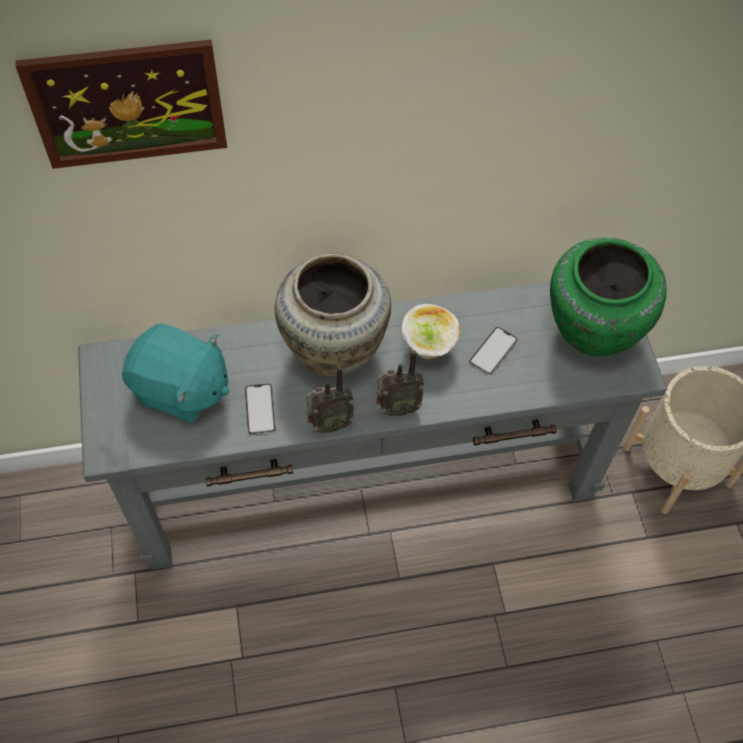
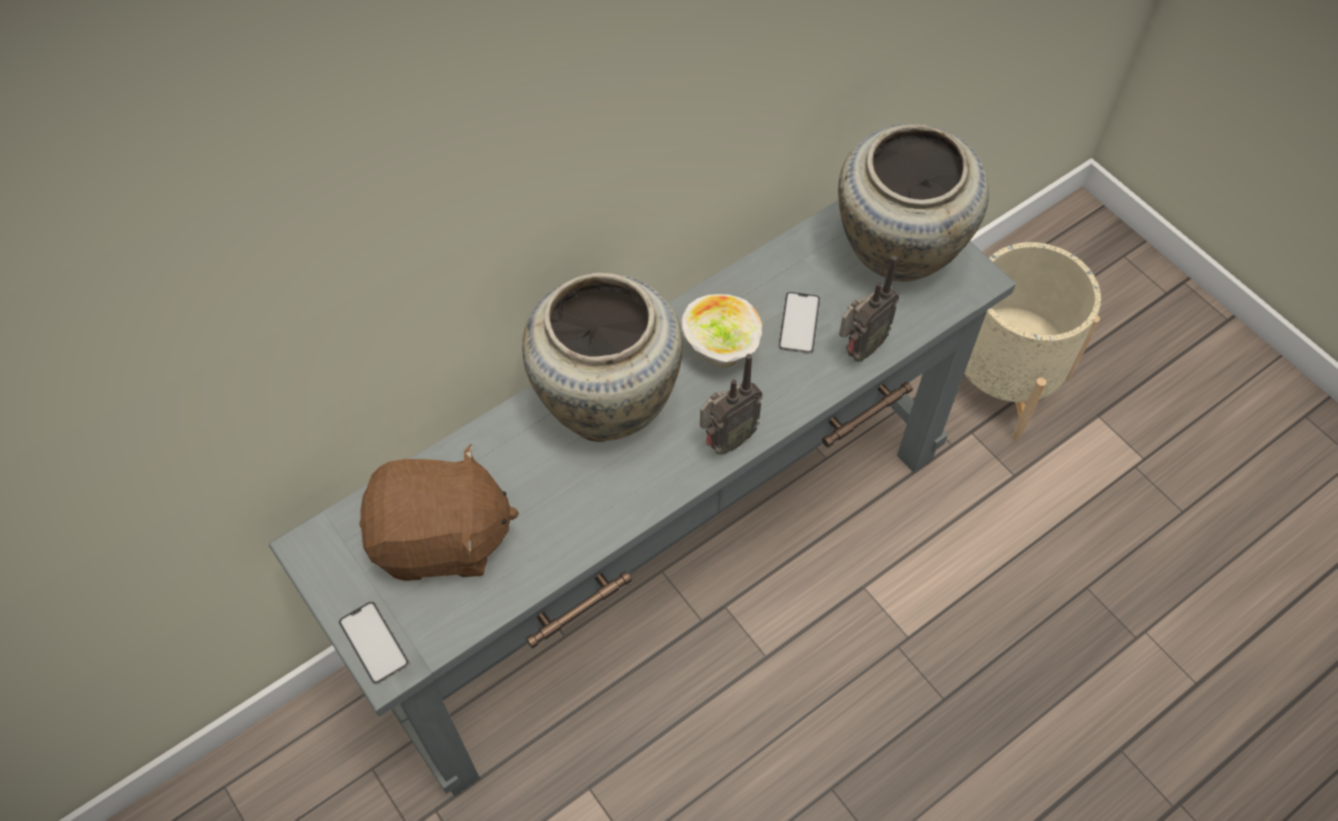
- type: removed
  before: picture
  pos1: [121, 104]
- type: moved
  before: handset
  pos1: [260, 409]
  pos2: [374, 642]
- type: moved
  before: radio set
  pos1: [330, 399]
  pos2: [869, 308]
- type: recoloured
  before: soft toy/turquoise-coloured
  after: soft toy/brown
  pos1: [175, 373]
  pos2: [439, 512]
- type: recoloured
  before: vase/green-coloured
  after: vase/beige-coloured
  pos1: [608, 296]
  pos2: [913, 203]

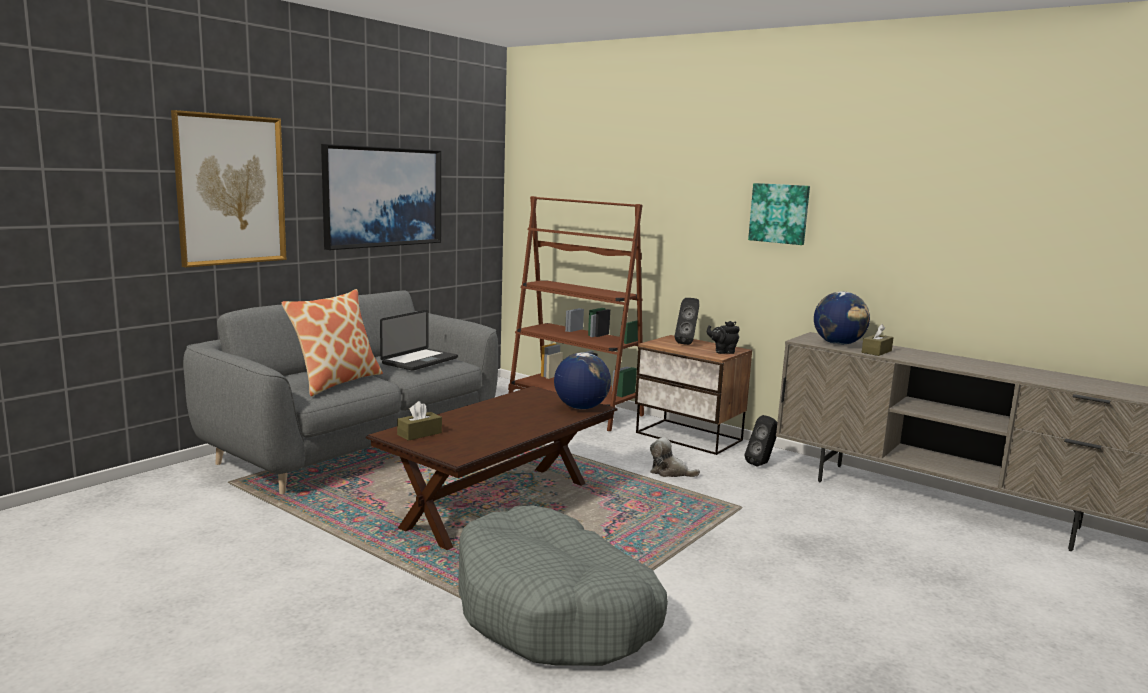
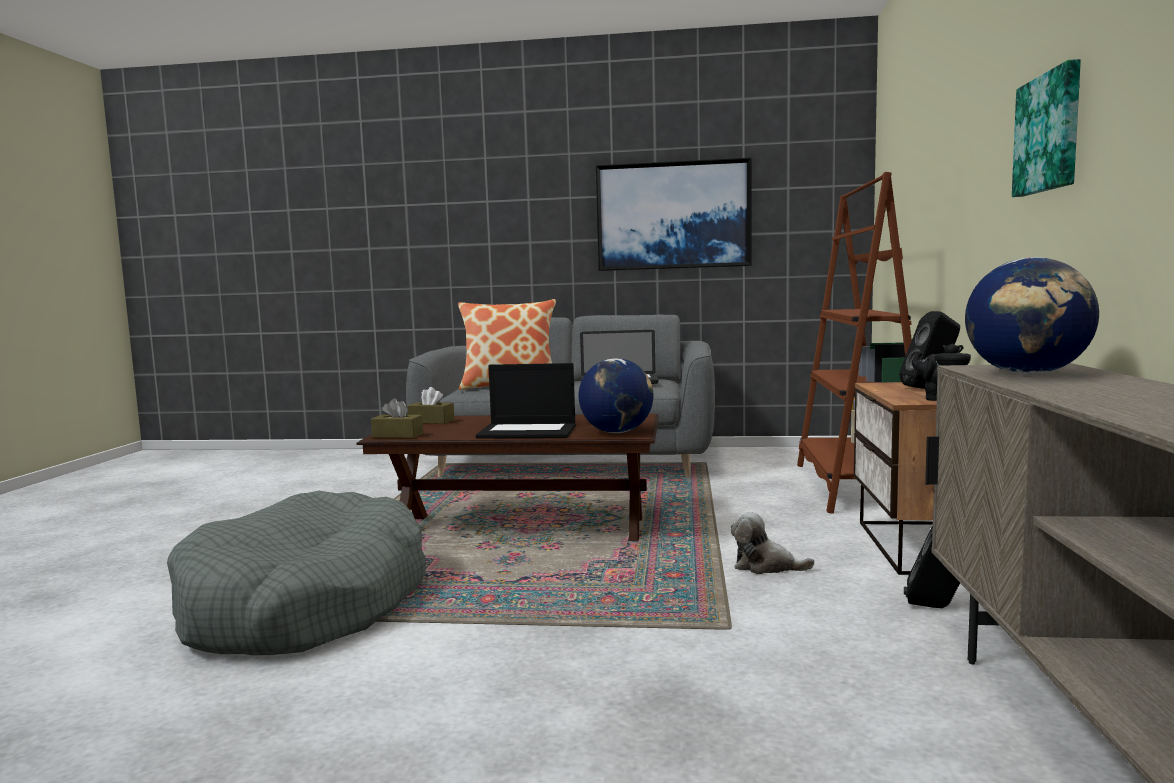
- type: removed
  before: picture
  pos1: [228, 189]
- type: added
  after: portable computer
  pos2: [525, 401]
- type: moved
  before: tissue holder/brown
  pos1: [878, 340]
  pos2: [397, 418]
- type: turned
  before: soft toy
  pos1: [675, 457]
  pos2: [773, 543]
  turn: -60

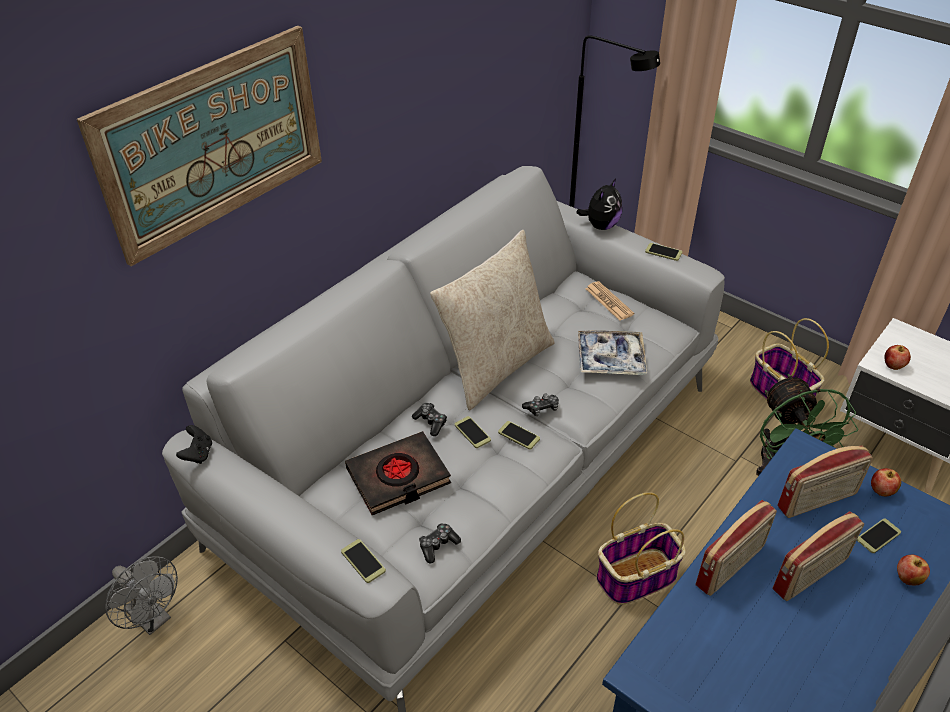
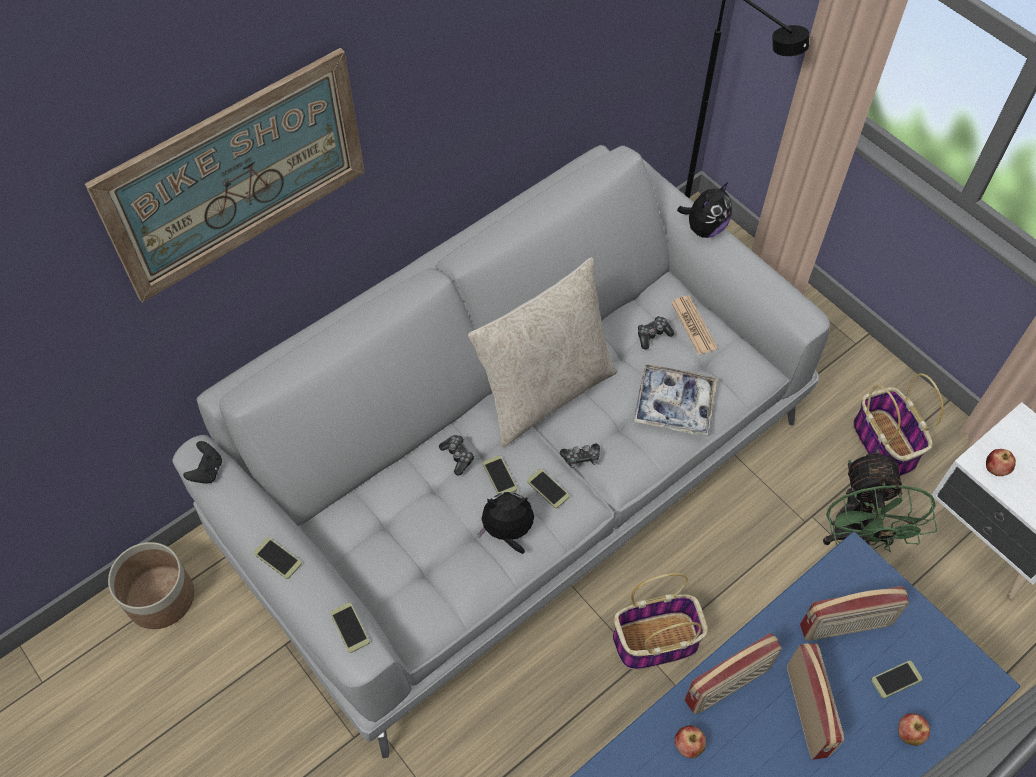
- type: removed
  before: bound book/black
  pos1: [398, 473]
- type: added
  after: soft toy
  pos2: [506, 523]
- type: moved
  before: joypad
  pos1: [440, 543]
  pos2: [656, 332]
- type: moved
  before: handset
  pos1: [663, 252]
  pos2: [278, 558]
- type: moved
  before: apple fruit
  pos1: [886, 482]
  pos2: [690, 741]
- type: replaced
  before: electric fan/greyish
  after: flower pot
  pos1: [141, 595]
  pos2: [151, 585]
- type: turned
  before: radio set
  pos1: [818, 556]
  pos2: [815, 701]
  turn: -75

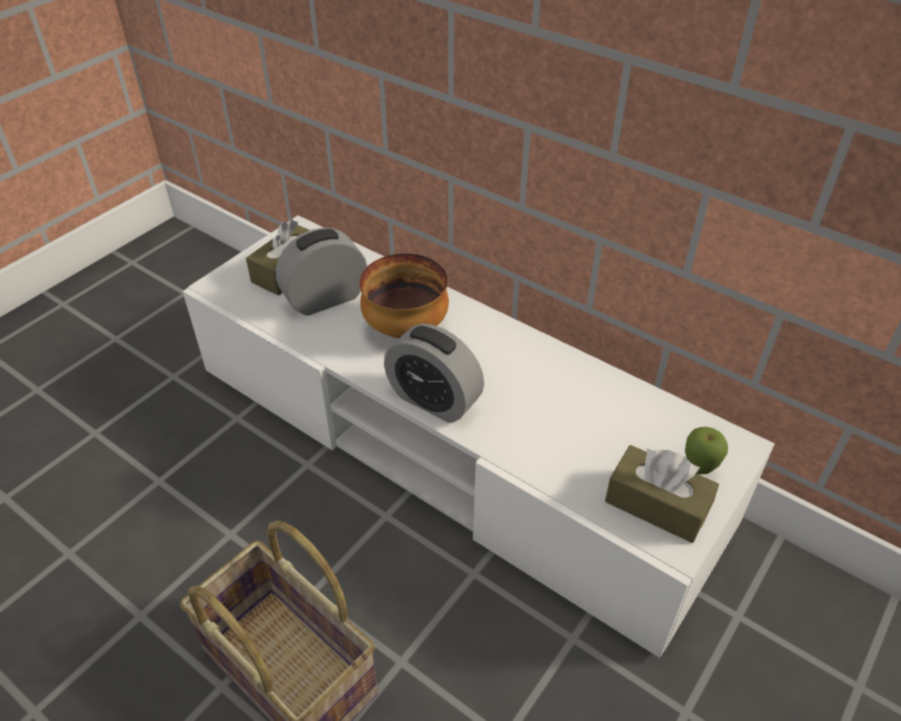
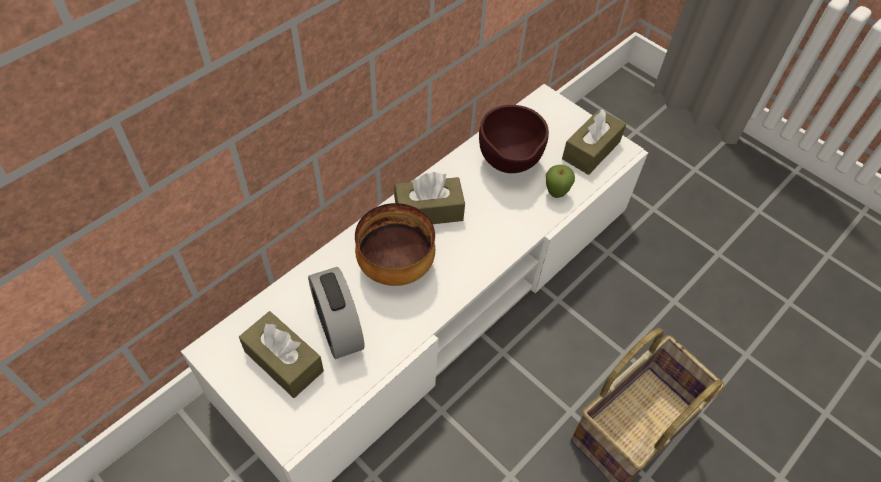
- type: removed
  before: table clock
  pos1: [434, 373]
- type: added
  after: tissue holder/brown
  pos2: [429, 198]
- type: added
  after: bowl/brown
  pos2: [514, 139]
- type: moved
  before: apple fruit
  pos1: [706, 450]
  pos2: [560, 181]

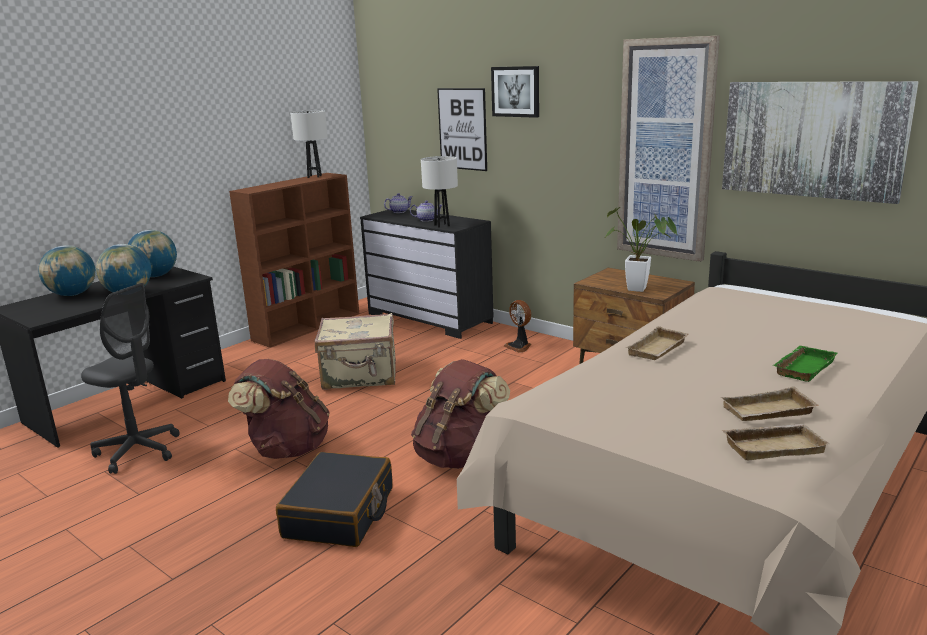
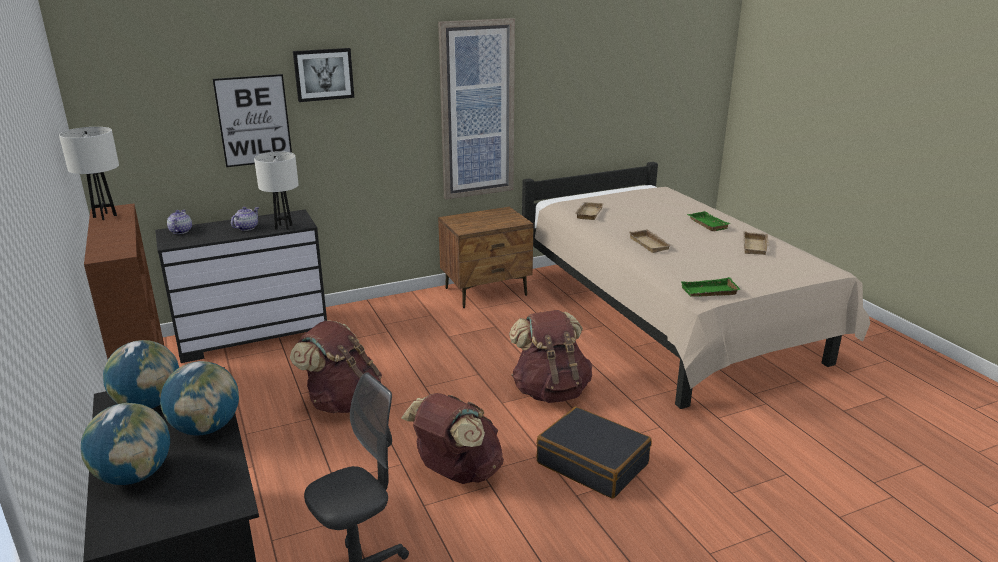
- type: removed
  before: electric fan
  pos1: [518, 326]
- type: removed
  before: houseplant
  pos1: [641, 249]
- type: removed
  before: picture
  pos1: [820, 142]
- type: added
  after: tray/green-coloured
  pos2: [710, 287]
- type: moved
  before: tray/beige-coloured
  pos1: [775, 442]
  pos2: [589, 211]
- type: replaced
  before: travel case/beige-coloured
  after: rucksack/brown
  pos1: [355, 351]
  pos2: [336, 366]

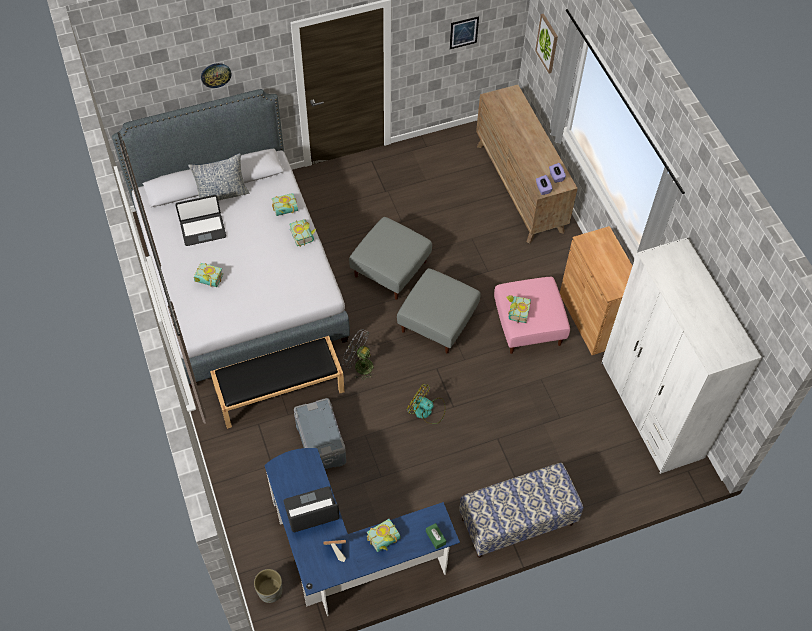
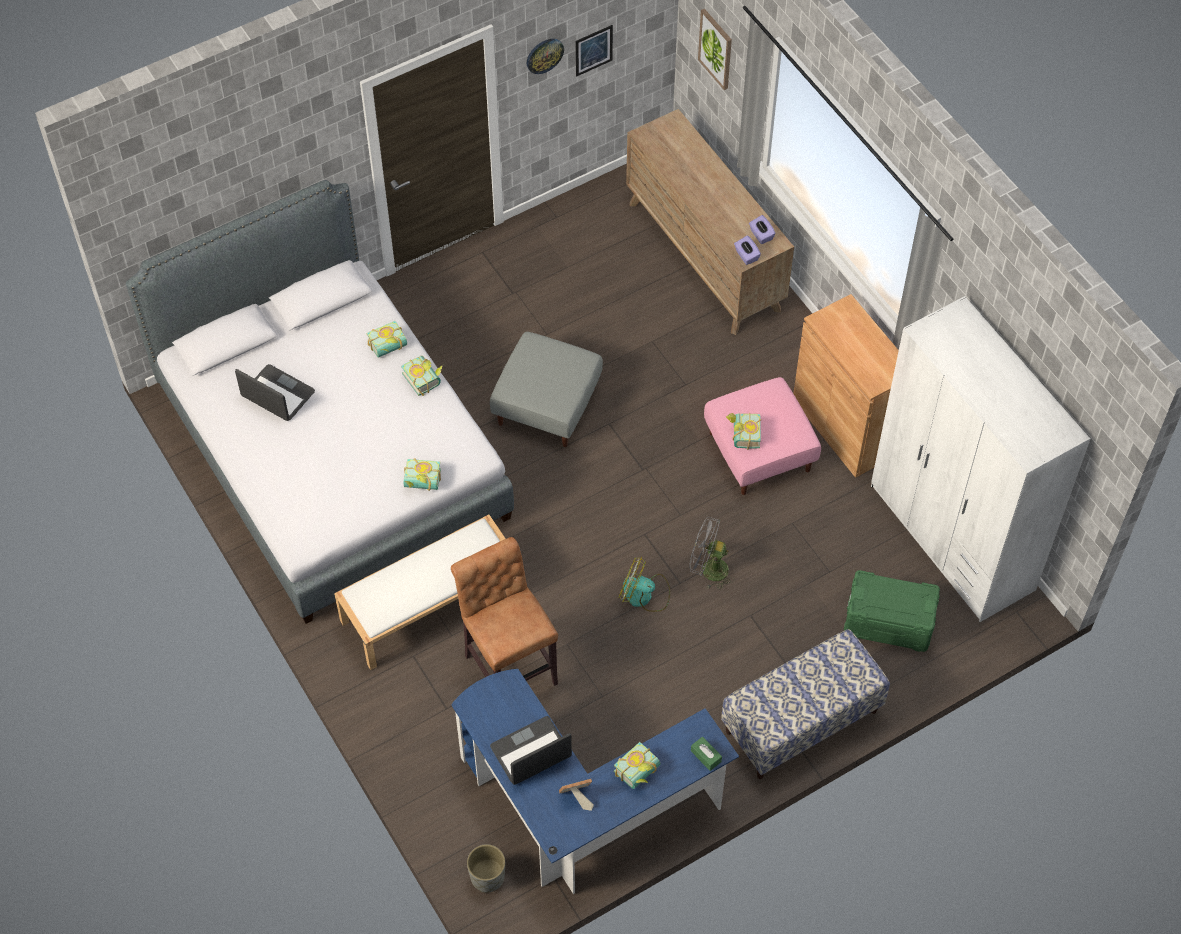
- type: removed
  before: throw pillow
  pos1: [218, 177]
- type: removed
  before: footrest/greyish
  pos1: [439, 310]
- type: added
  after: storage container/green-coloured
  pos2: [892, 611]
- type: moved
  before: bound book
  pos1: [208, 275]
  pos2: [422, 474]
- type: moved
  before: wall clock
  pos1: [216, 75]
  pos2: [545, 56]
- type: moved
  before: electric fan/greyish
  pos1: [358, 354]
  pos2: [712, 553]
- type: replaced
  before: storage container/greyish
  after: sitting stool/brown
  pos1: [320, 433]
  pos2: [504, 611]
- type: recoloured
  before: bench/black
  after: bench/white
  pos1: [277, 382]
  pos2: [420, 592]
- type: turned
  before: portable computer
  pos1: [200, 220]
  pos2: [275, 392]
  turn: -120

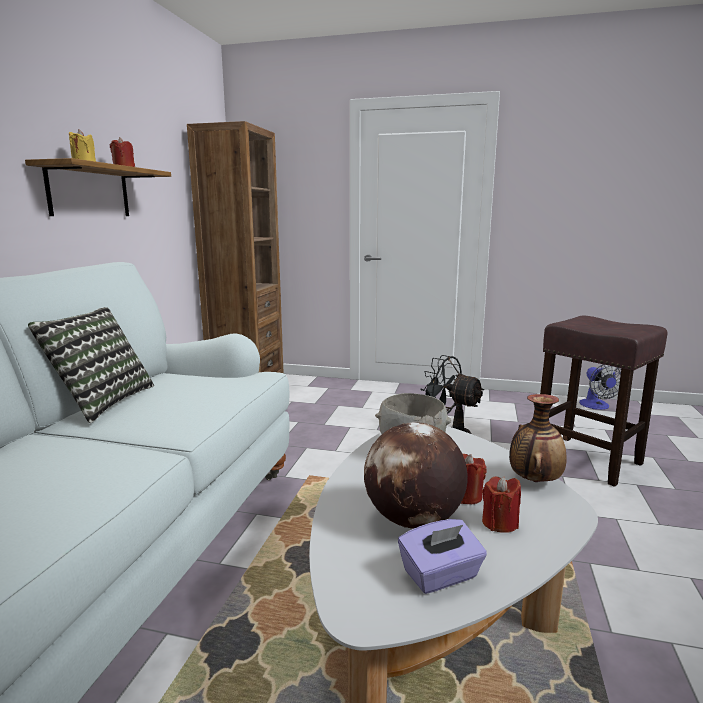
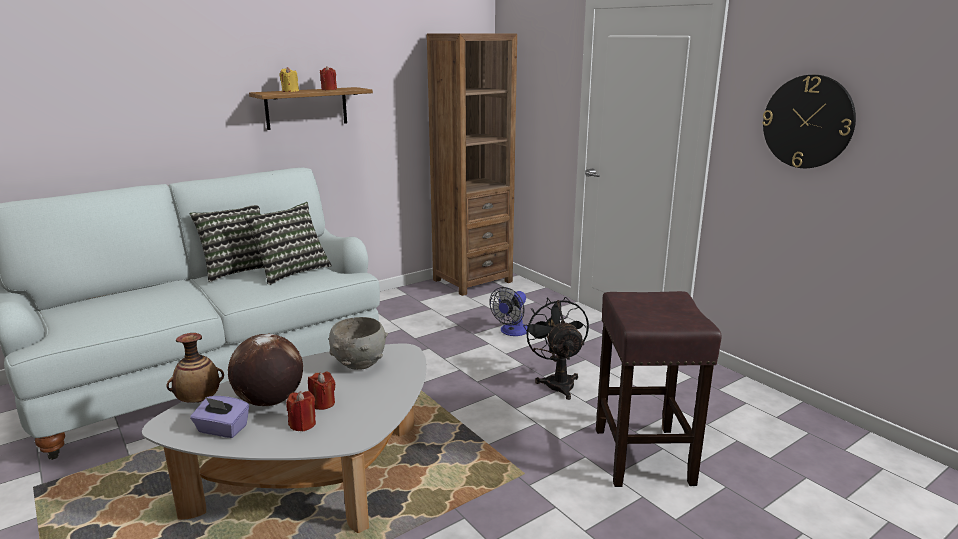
- type: added
  after: throw pillow
  pos2: [288, 243]
- type: added
  after: wall clock
  pos2: [809, 121]
- type: moved
  before: vase
  pos1: [537, 438]
  pos2: [195, 368]
- type: moved
  before: electric fan
  pos1: [600, 387]
  pos2: [508, 311]

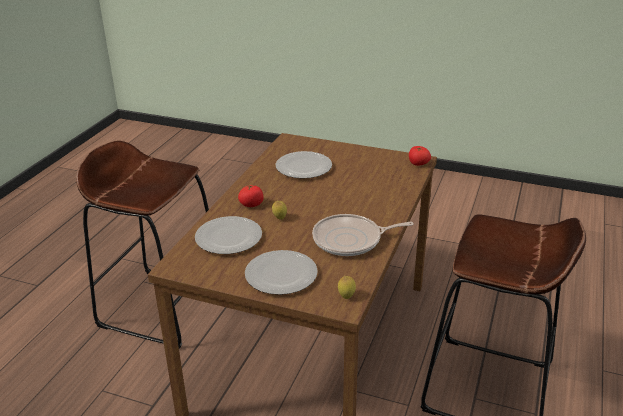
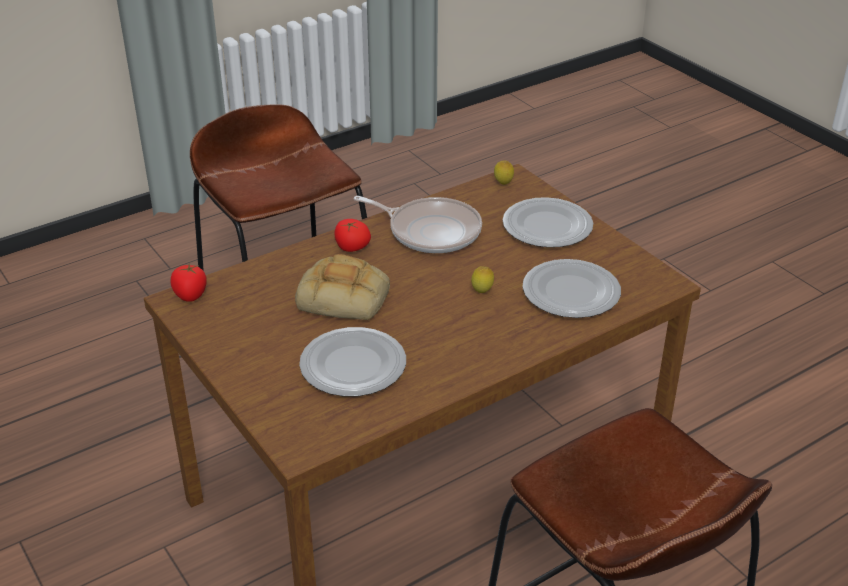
- type: added
  after: bread
  pos2: [342, 287]
- type: moved
  before: whole tomato
  pos1: [251, 195]
  pos2: [352, 235]

